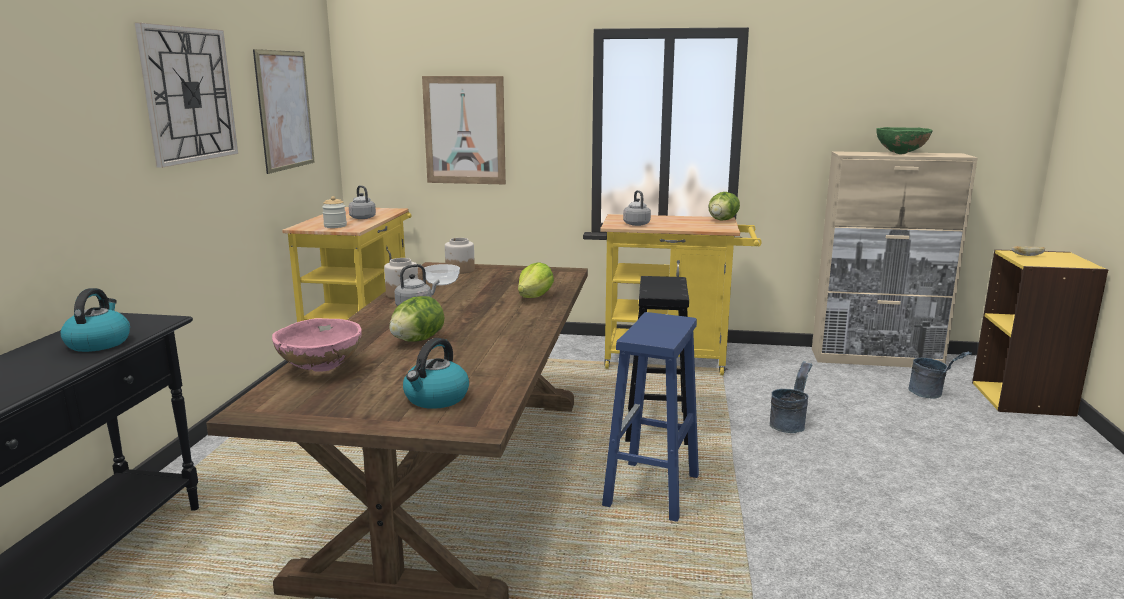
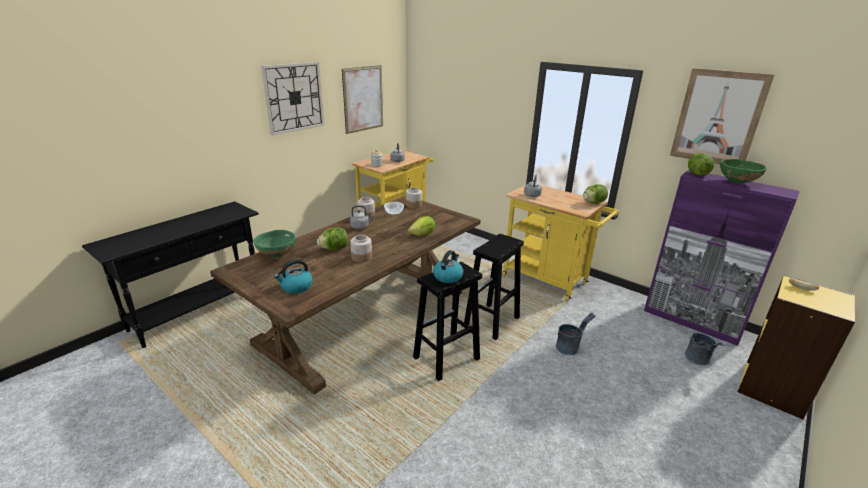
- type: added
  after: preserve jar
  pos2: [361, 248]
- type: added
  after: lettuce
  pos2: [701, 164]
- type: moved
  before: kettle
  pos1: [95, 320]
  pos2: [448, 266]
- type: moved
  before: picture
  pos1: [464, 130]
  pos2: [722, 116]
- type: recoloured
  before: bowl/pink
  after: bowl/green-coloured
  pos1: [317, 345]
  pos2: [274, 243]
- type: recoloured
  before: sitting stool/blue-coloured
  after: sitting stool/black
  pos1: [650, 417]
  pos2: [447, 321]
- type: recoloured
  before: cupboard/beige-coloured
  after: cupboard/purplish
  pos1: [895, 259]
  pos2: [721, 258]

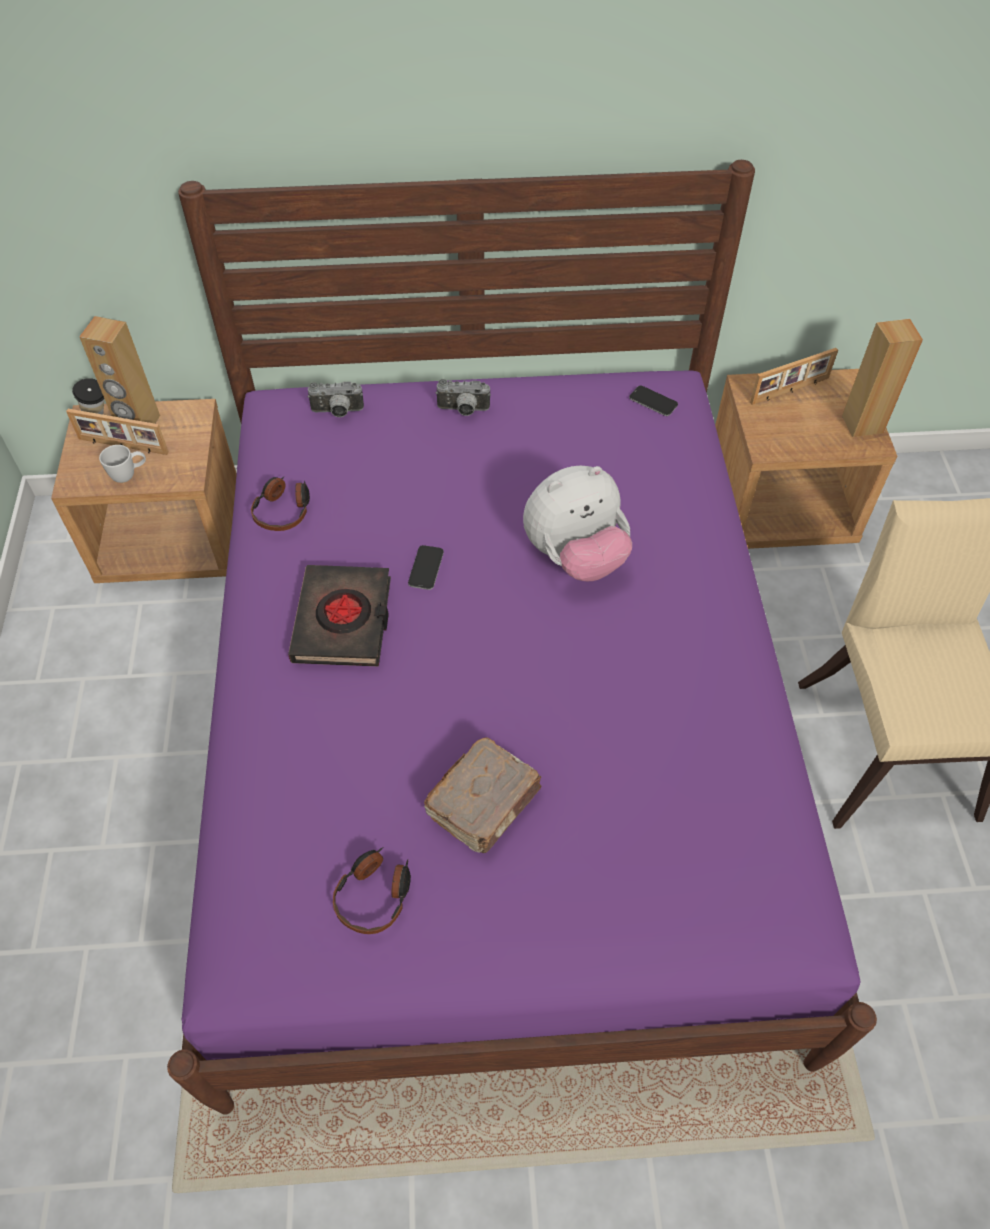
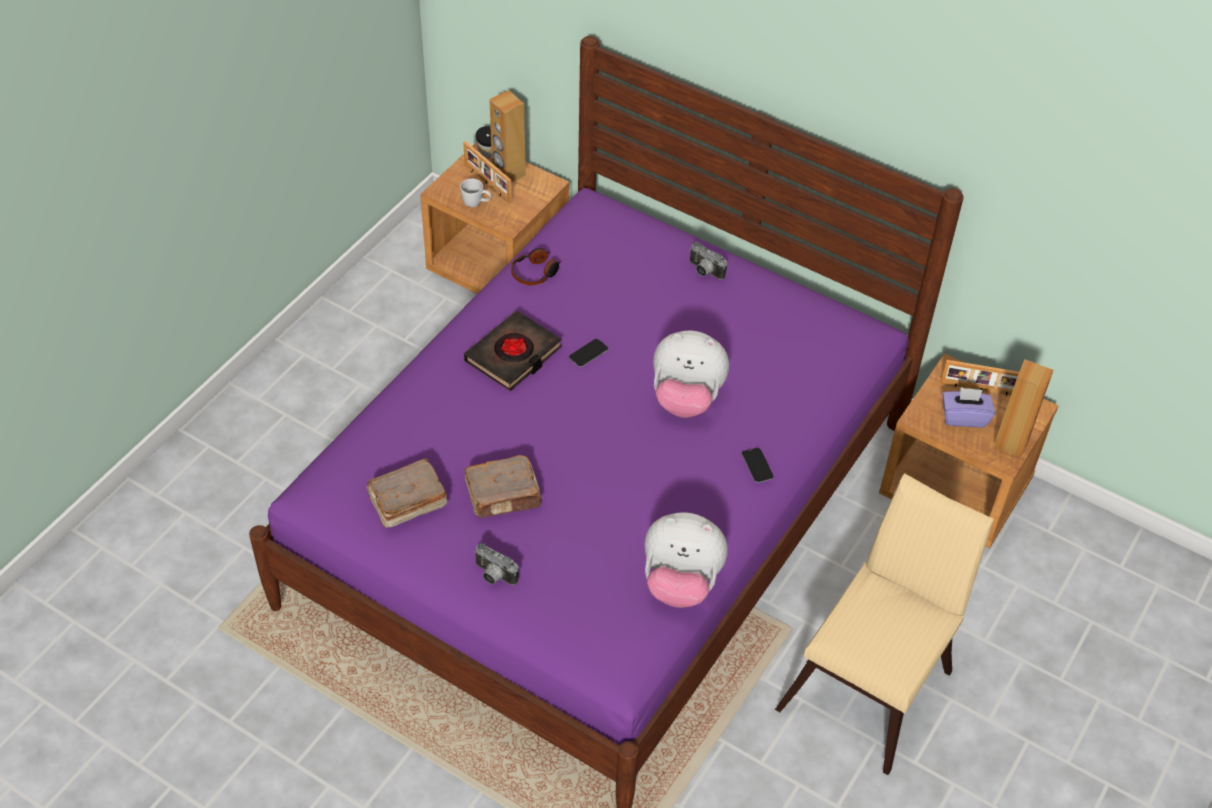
- type: added
  after: soft toy
  pos2: [686, 560]
- type: added
  after: tissue holder/purplish
  pos2: [968, 407]
- type: moved
  before: photo camera
  pos1: [335, 399]
  pos2: [496, 564]
- type: moved
  before: handset
  pos1: [653, 401]
  pos2: [758, 465]
- type: replaced
  before: pair of headphones
  after: bound book/brown
  pos1: [372, 890]
  pos2: [406, 493]

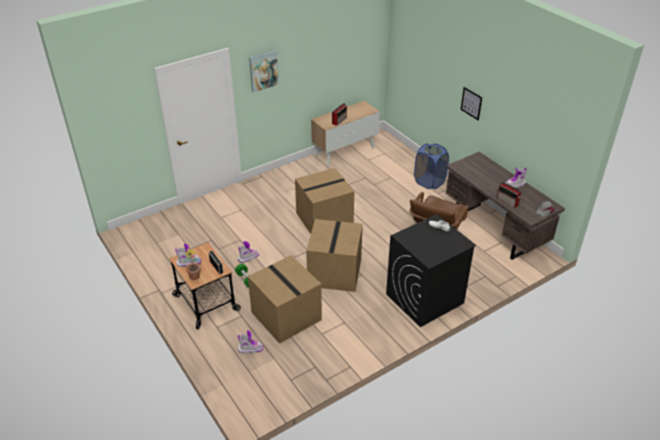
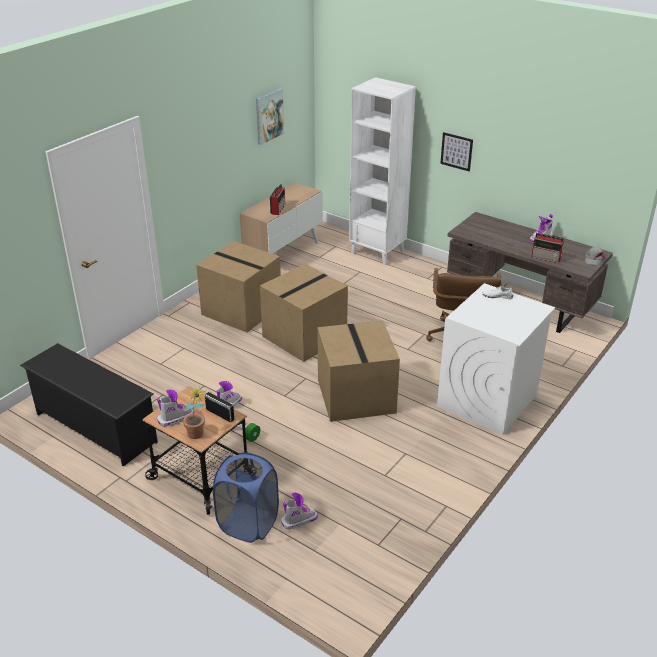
- type: added
  after: shoe rack/black
  pos2: [89, 405]
- type: added
  after: bookcase/white
  pos2: [382, 171]
- type: moved
  before: cardboard box
  pos1: [285, 299]
  pos2: [238, 287]
- type: moved
  before: picture
  pos1: [264, 71]
  pos2: [270, 116]
- type: moved
  before: hamper/blue-coloured
  pos1: [431, 166]
  pos2: [246, 497]
- type: recoloured
  before: washing machine/black
  after: washing machine/white
  pos1: [431, 270]
  pos2: [496, 359]

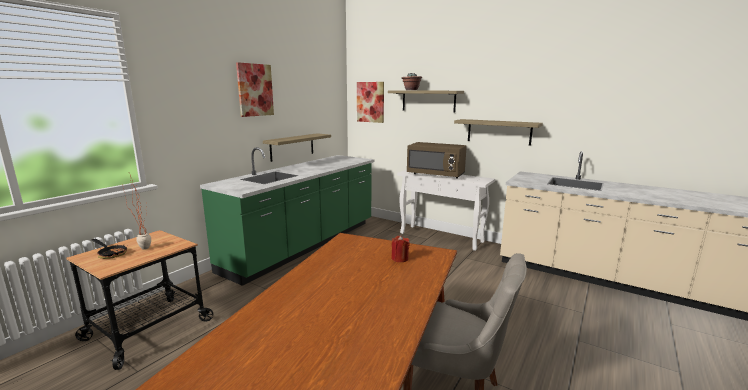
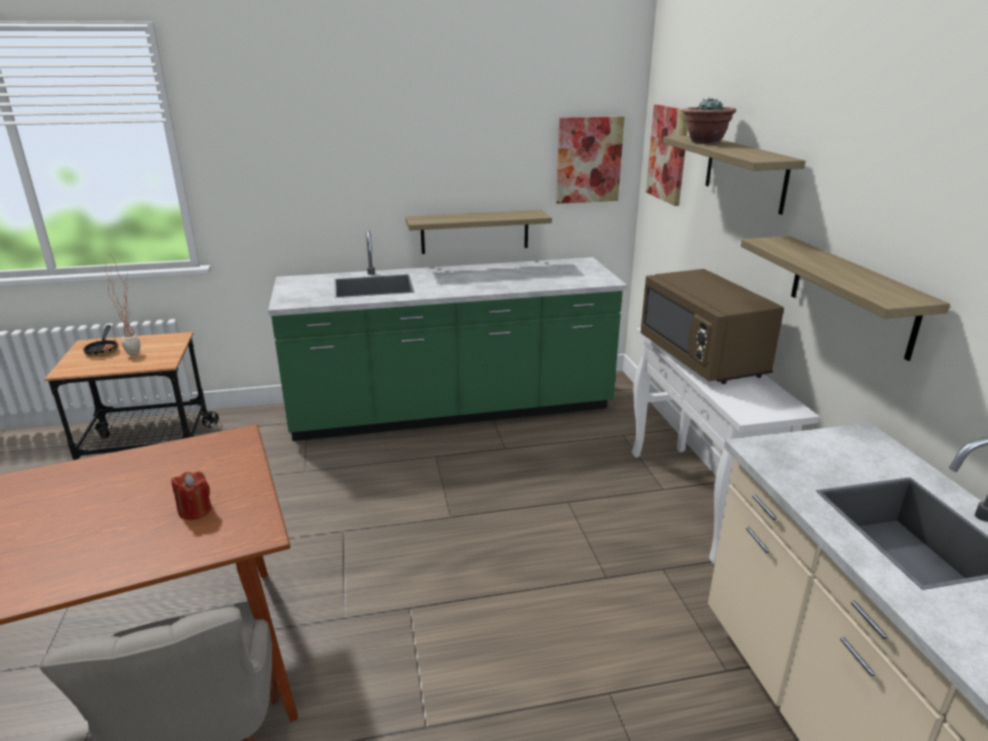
- type: moved
  before: picture
  pos1: [255, 89]
  pos2: [590, 160]

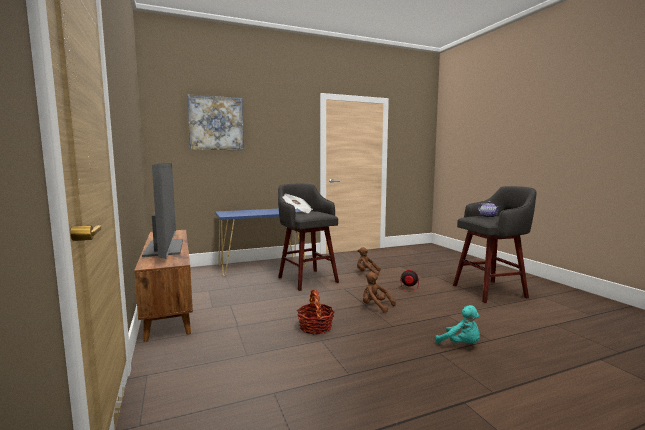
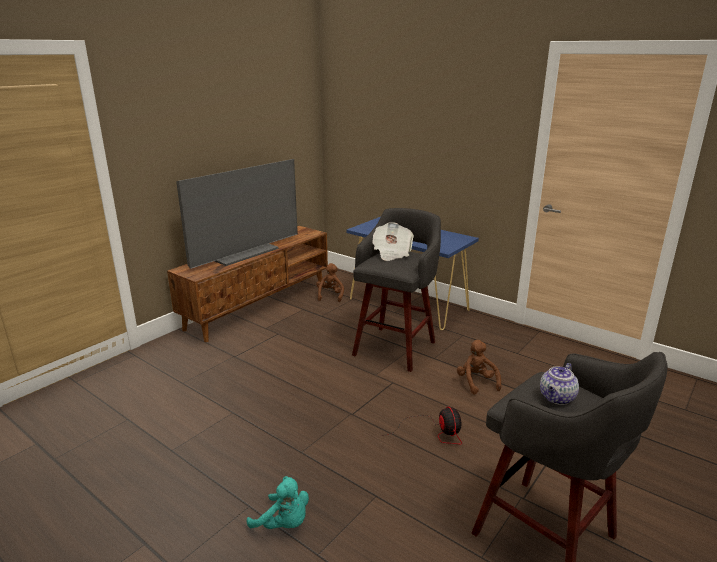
- type: removed
  before: picture
  pos1: [215, 122]
- type: removed
  before: storage basket
  pos1: [315, 311]
- type: moved
  before: soft toy/brown
  pos1: [379, 292]
  pos2: [330, 282]
- type: turned
  before: soft toy/turquoise-coloured
  pos1: [457, 324]
  pos2: [278, 502]
  turn: -75

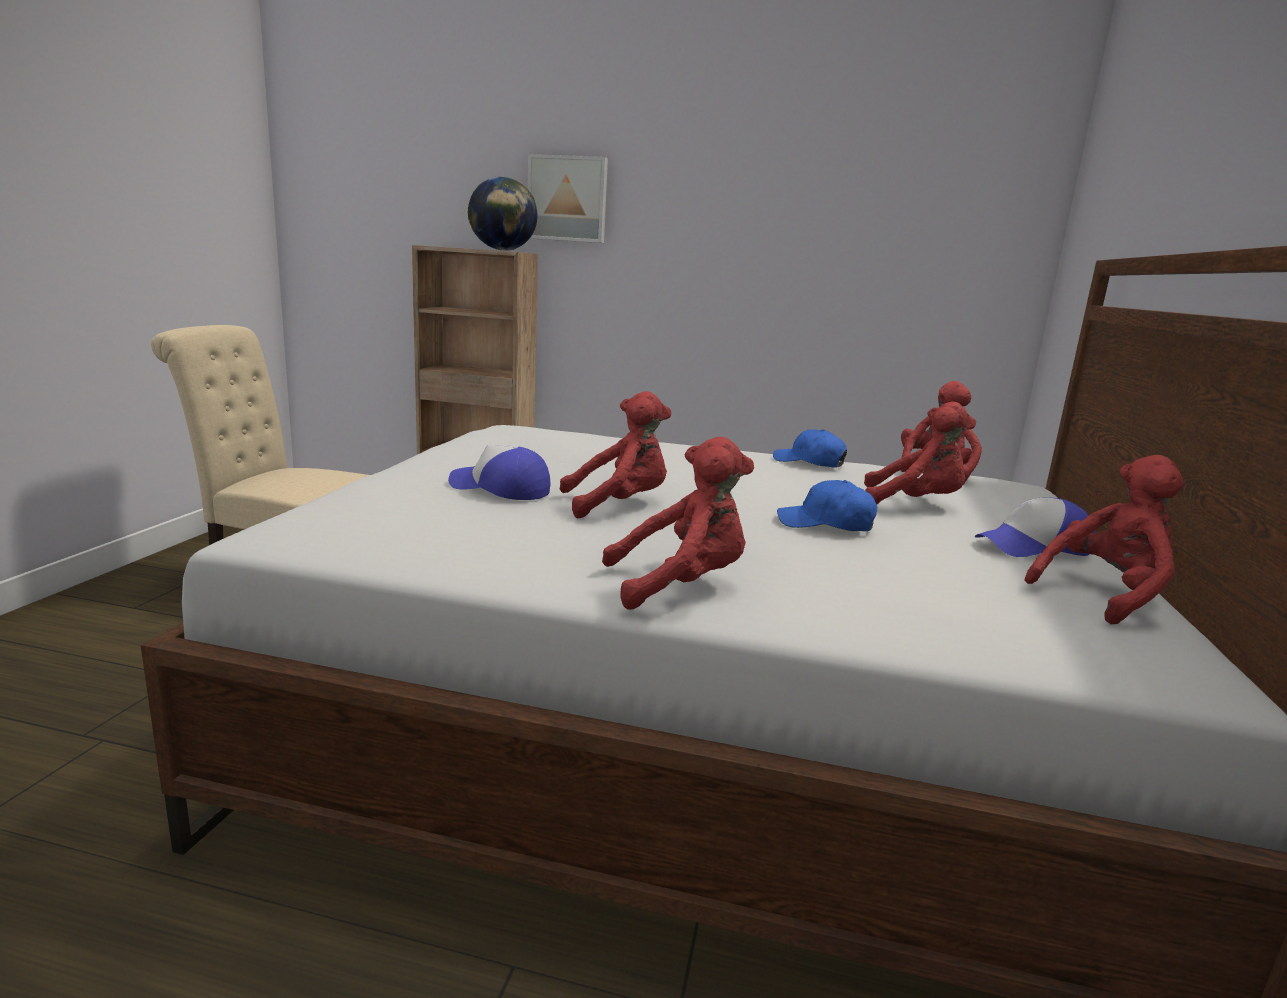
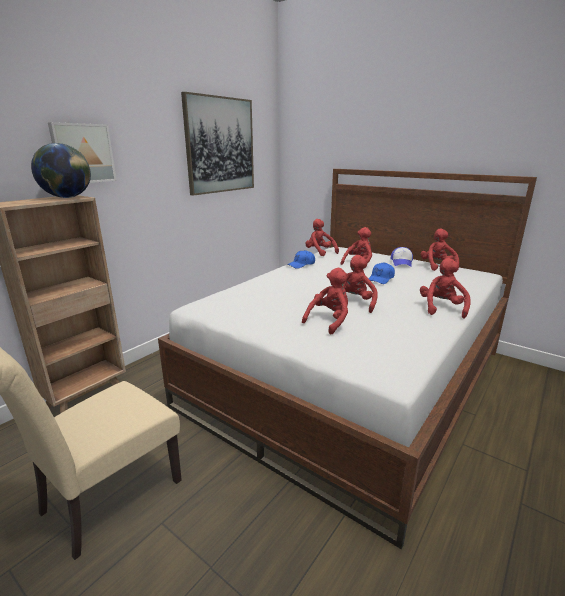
- type: added
  after: picture
  pos2: [217, 144]
- type: replaced
  before: peaked cap
  after: soft toy/red
  pos1: [499, 472]
  pos2: [325, 301]

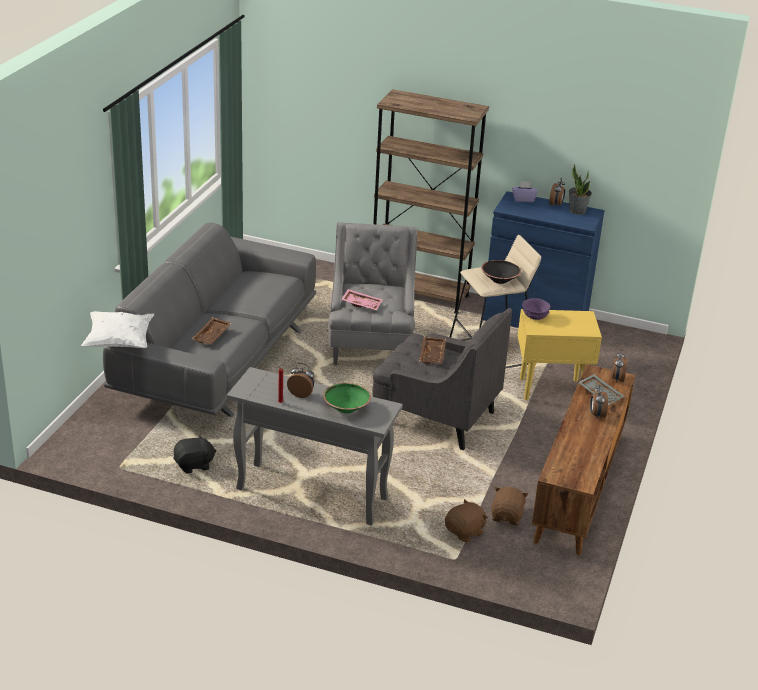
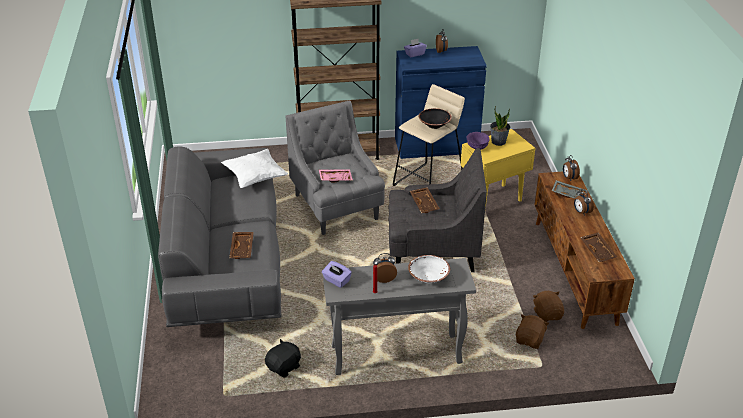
- type: added
  after: tissue holder/purplish
  pos2: [337, 274]
- type: added
  after: tray/brown
  pos2: [598, 247]
- type: moved
  before: throw pillow/white
  pos1: [117, 329]
  pos2: [254, 168]
- type: moved
  before: houseplant
  pos1: [580, 189]
  pos2: [500, 126]
- type: recoloured
  before: bowl/green-coloured
  after: bowl/white
  pos1: [347, 398]
  pos2: [429, 269]

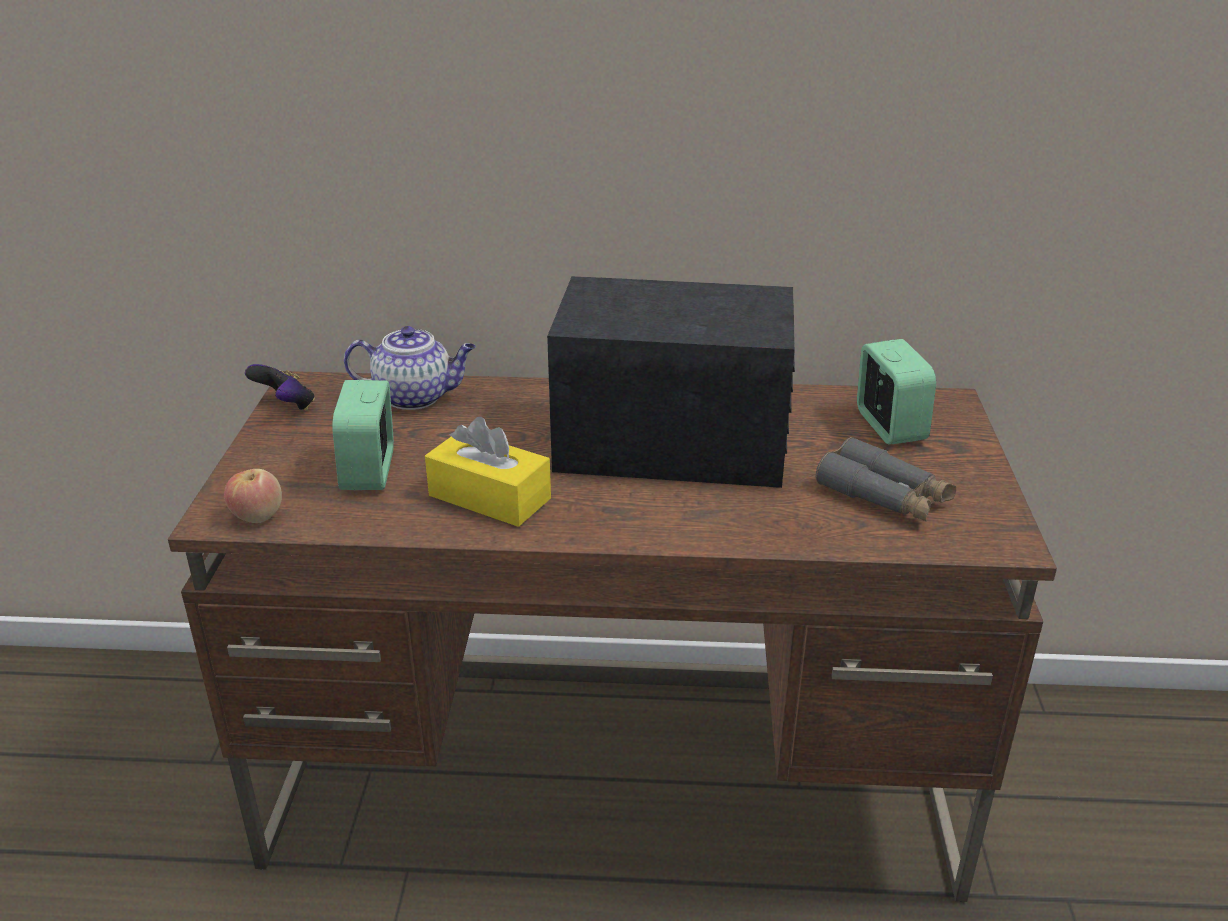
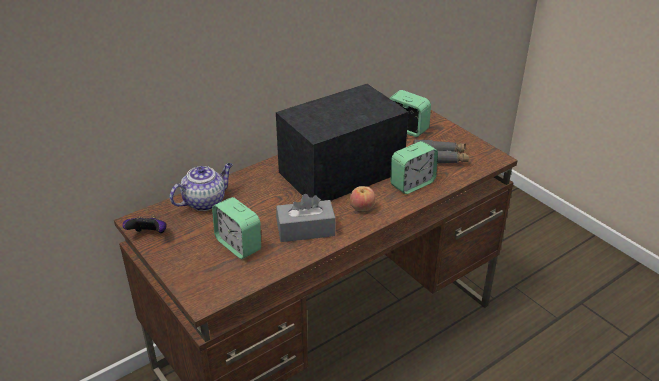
- type: added
  after: table clock
  pos2: [414, 167]
- type: moved
  before: apple fruit
  pos1: [253, 496]
  pos2: [363, 198]
- type: recoloured
  before: tissue holder/yellow-coloured
  after: tissue holder/greyish
  pos1: [488, 472]
  pos2: [306, 218]

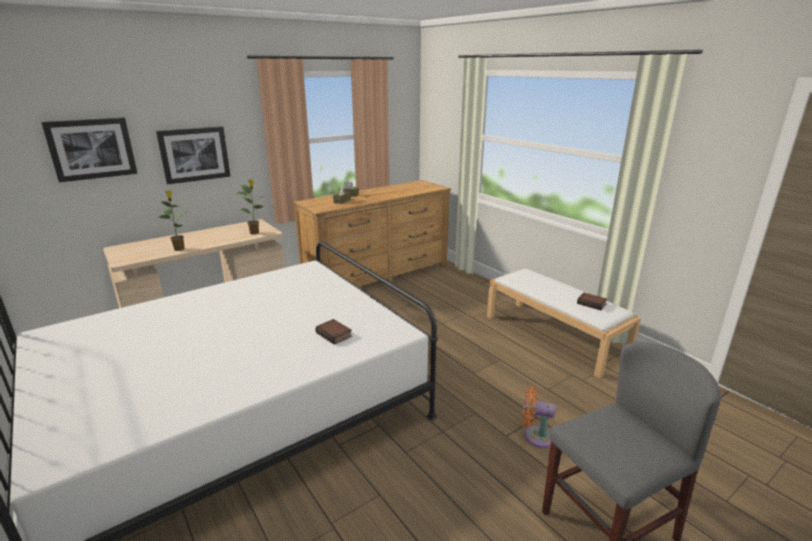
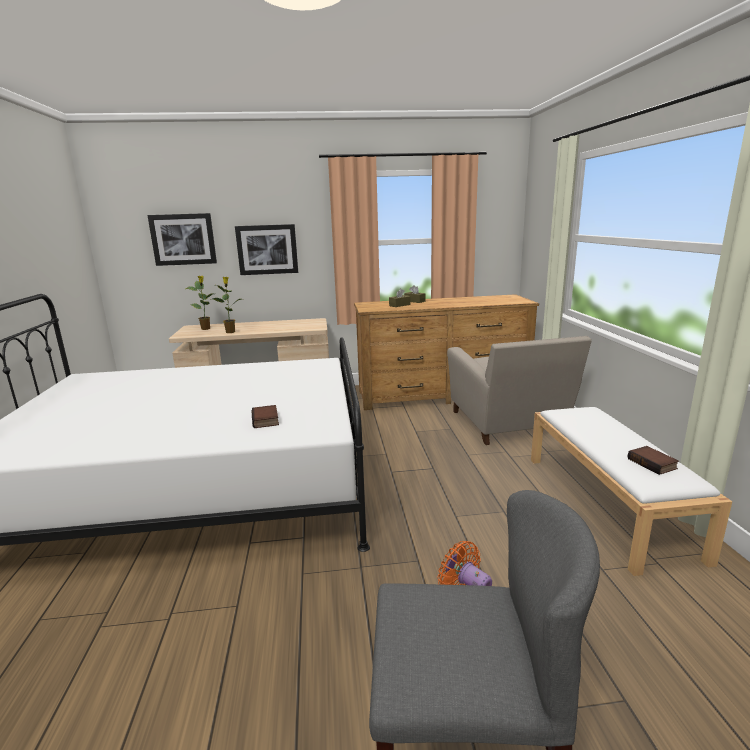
- type: added
  after: easy chair/beige-coloured
  pos2: [519, 390]
- type: moved
  before: houseplant
  pos1: [250, 206]
  pos2: [199, 303]

